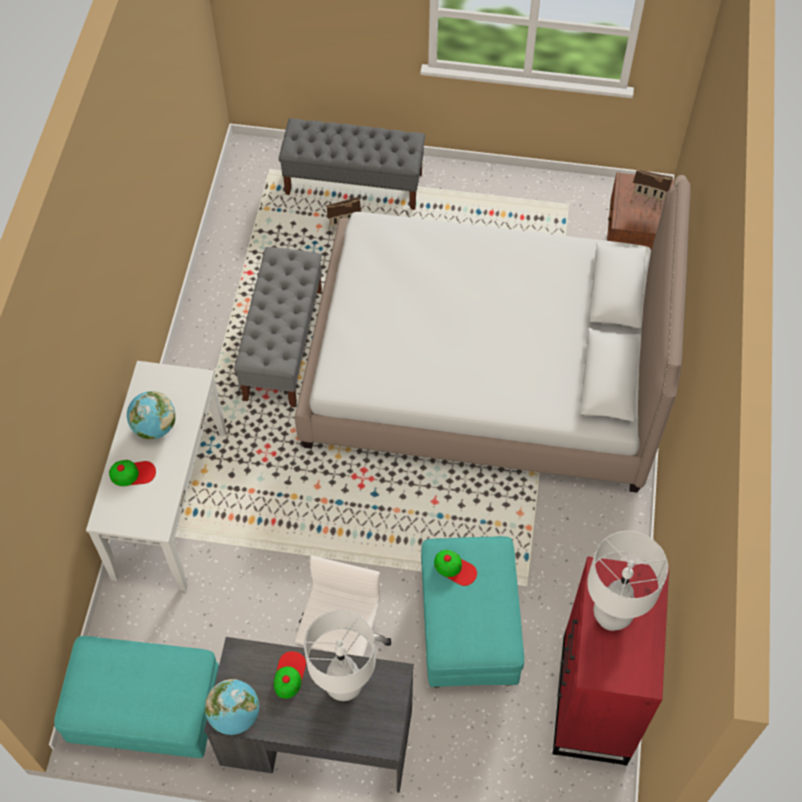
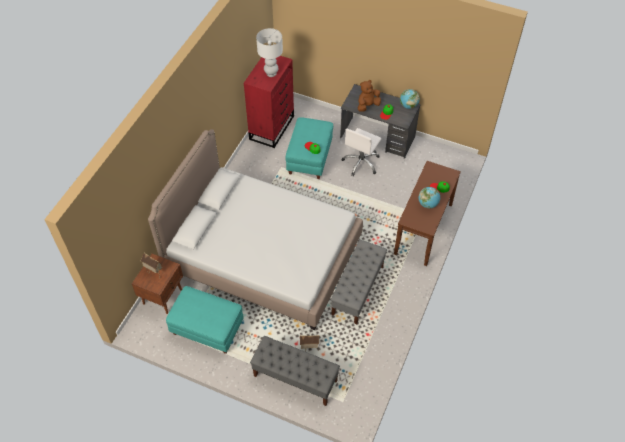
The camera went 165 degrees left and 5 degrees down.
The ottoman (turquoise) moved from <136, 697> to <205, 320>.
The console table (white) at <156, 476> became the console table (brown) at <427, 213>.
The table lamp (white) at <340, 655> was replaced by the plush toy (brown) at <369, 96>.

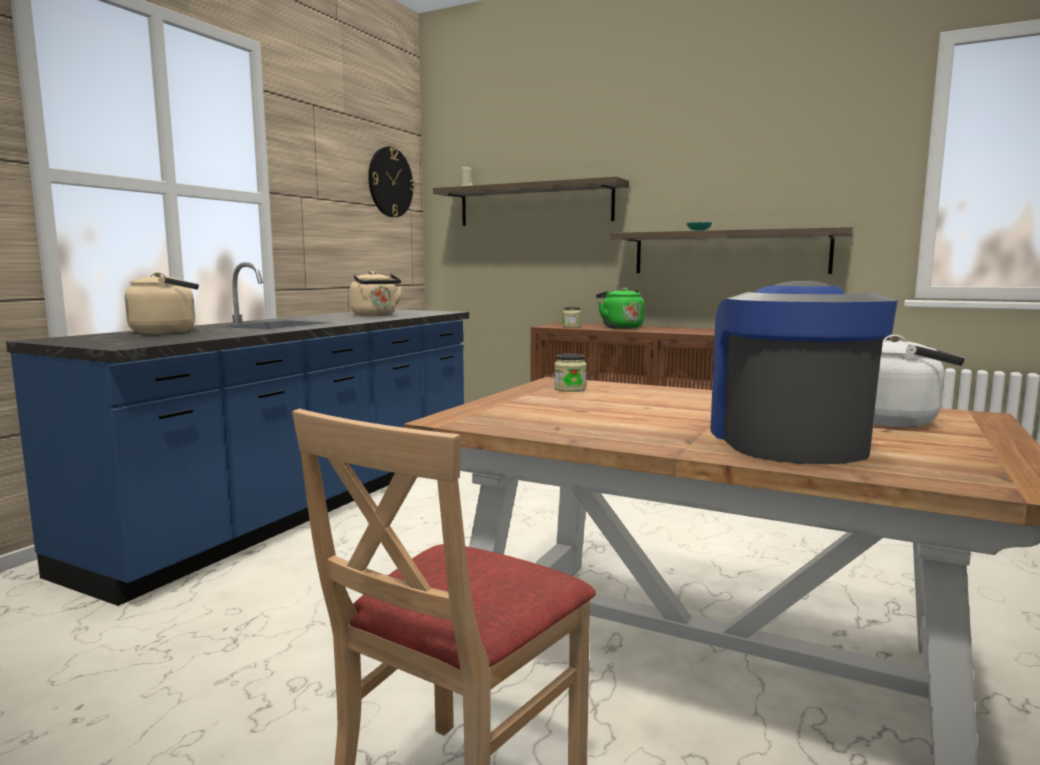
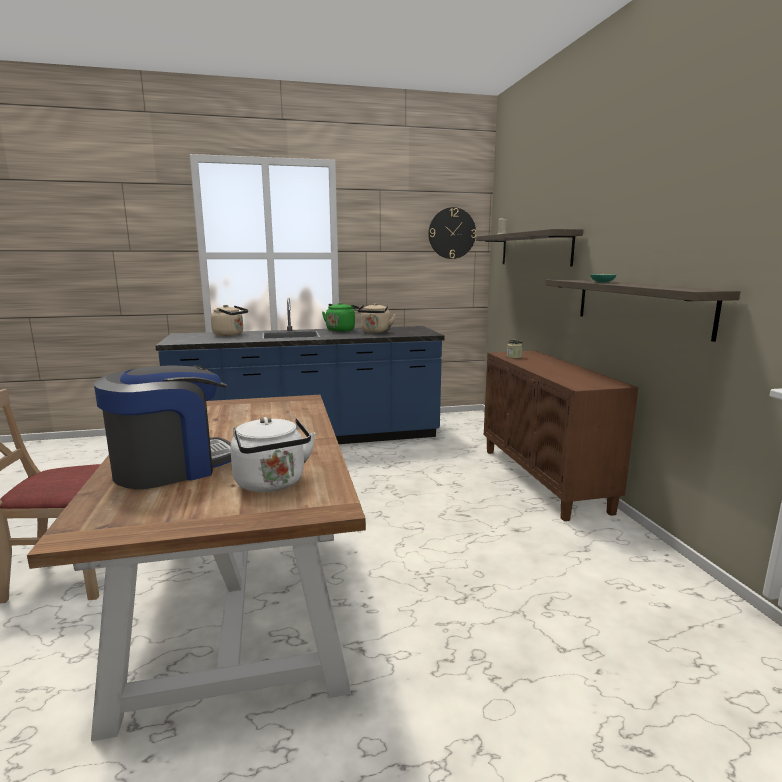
The camera went 50 degrees right and 5 degrees up.
The jar at <570, 373> disappeared.
The kettle (green) moved from <620, 308> to <340, 317>.

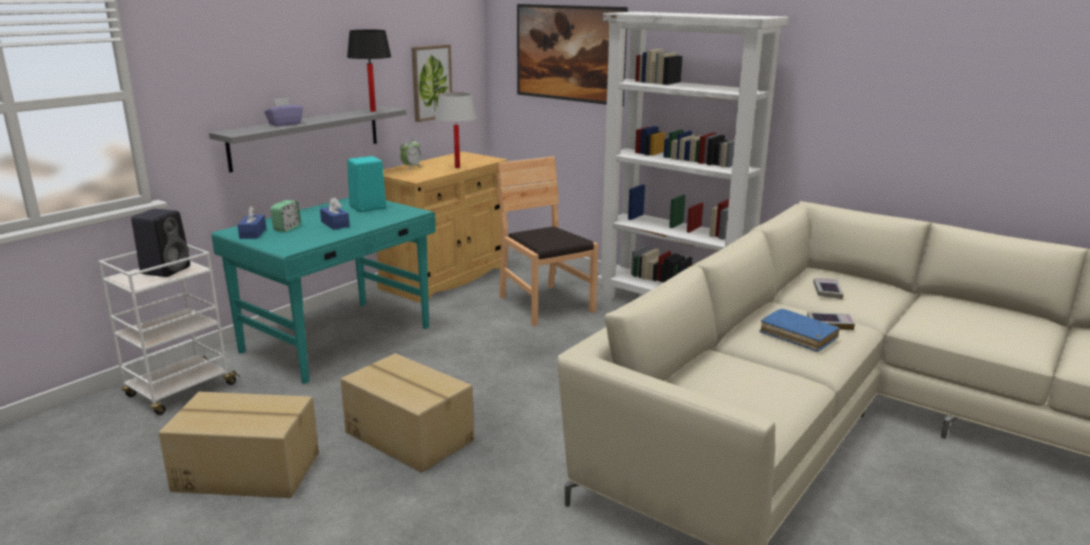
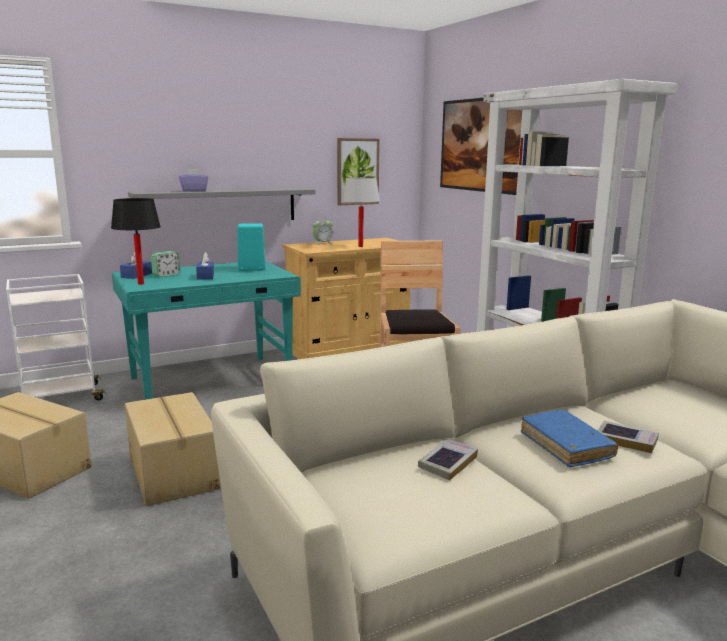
The camera went 25 degrees right and 5 degrees down.
The speaker (black) at <160, 243> disappeared.
The table lamp (black) moved from <369, 71> to <136, 241>.
The book moved from <828, 288> to <448, 460>.

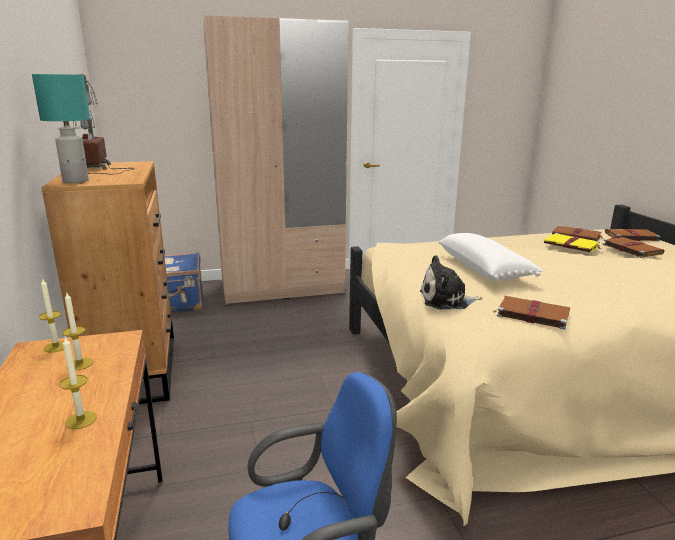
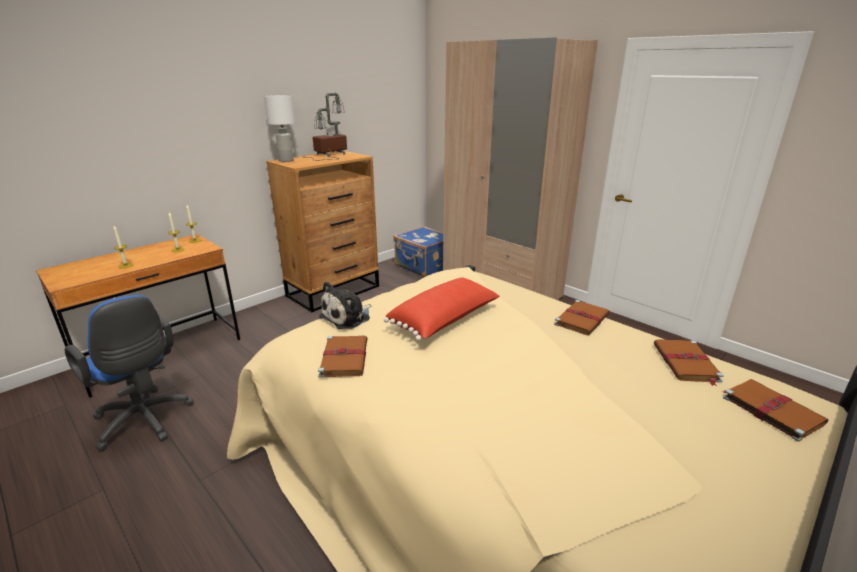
The camera went 60 degrees right and 5 degrees up.
The table lamp (turquoise) at <61, 128> became the table lamp (white) at <280, 128>.
The plush toy at <451, 282> turned 105 degrees counterclockwise.
The pillow (white) at <491, 257> became the pillow (red) at <442, 309>.
The book (yellow) at <573, 242> disappeared.
The book (brown) moved from <633, 247> to <582, 317>.

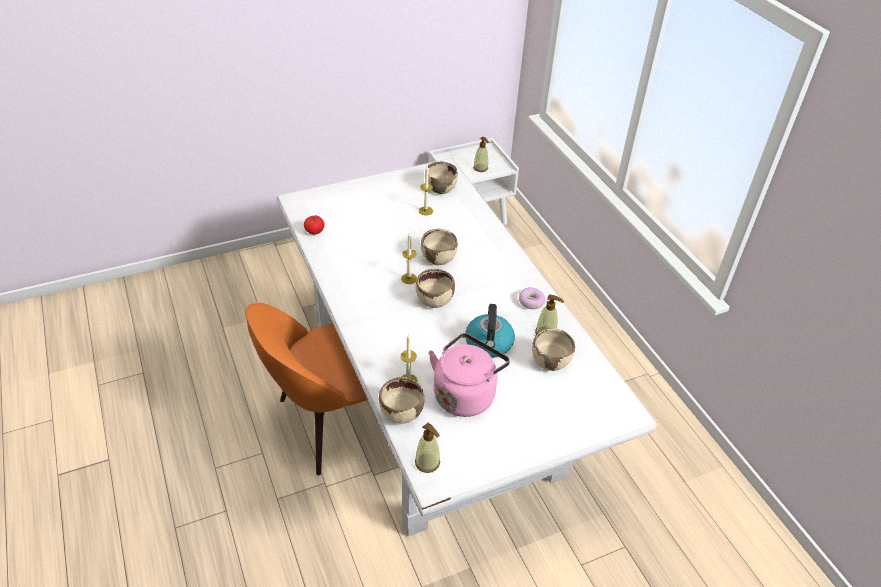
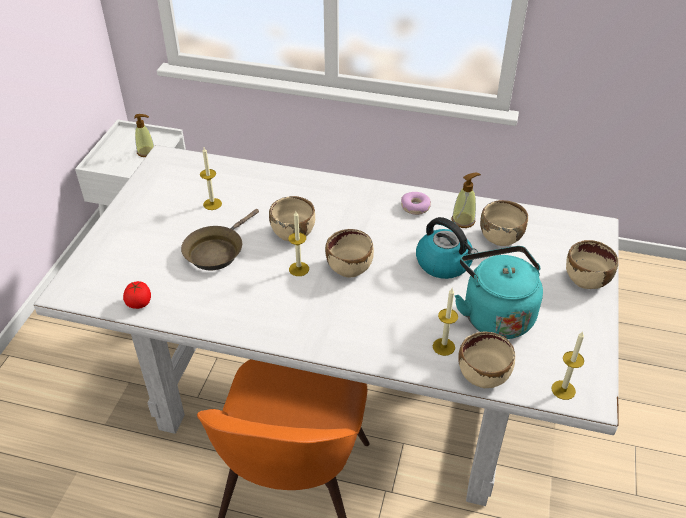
The camera went 50 degrees left and 0 degrees up.
The soap dispenser at <427, 448> was replaced by the candle at <567, 366>.
The bowl (beige) moved from <443, 178> to <592, 264>.
The kettle (pink) at <469, 375> became the kettle (turquoise) at <499, 292>.
The frying pan (brown) at <220, 239> appeared.

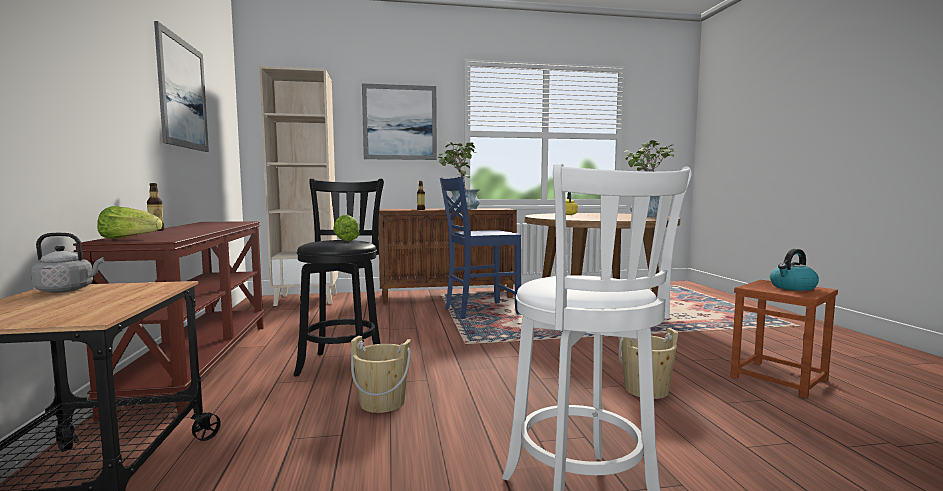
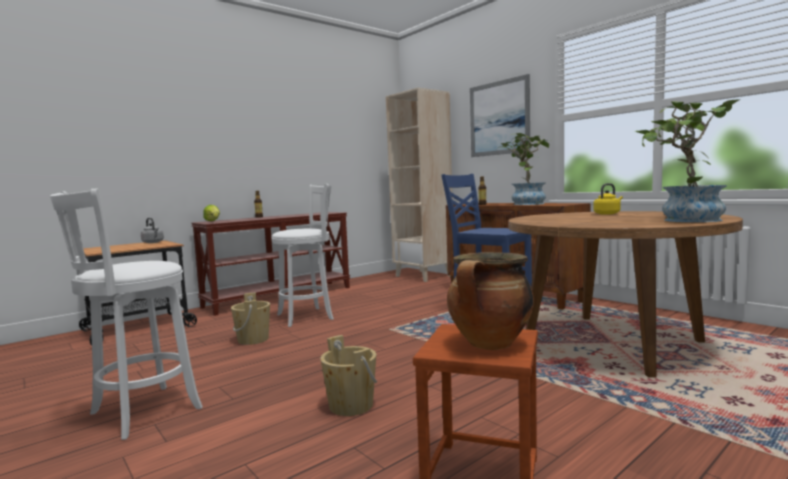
The camera went 60 degrees right and 0 degrees up.
The picture at <181, 86> disappeared.
The stool (black) at <339, 277> became the stool (white) at <303, 255>.
The lettuce at <346, 228> disappeared.
The kettle at <794, 270> was replaced by the cooking pot at <490, 301>.

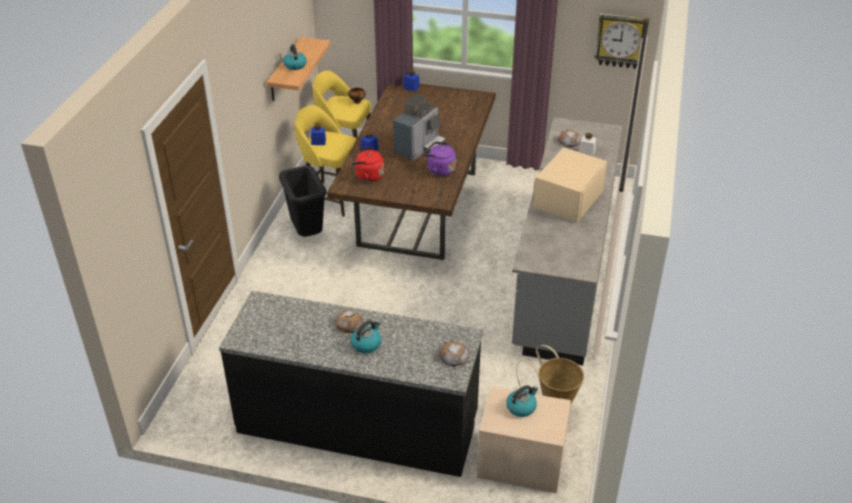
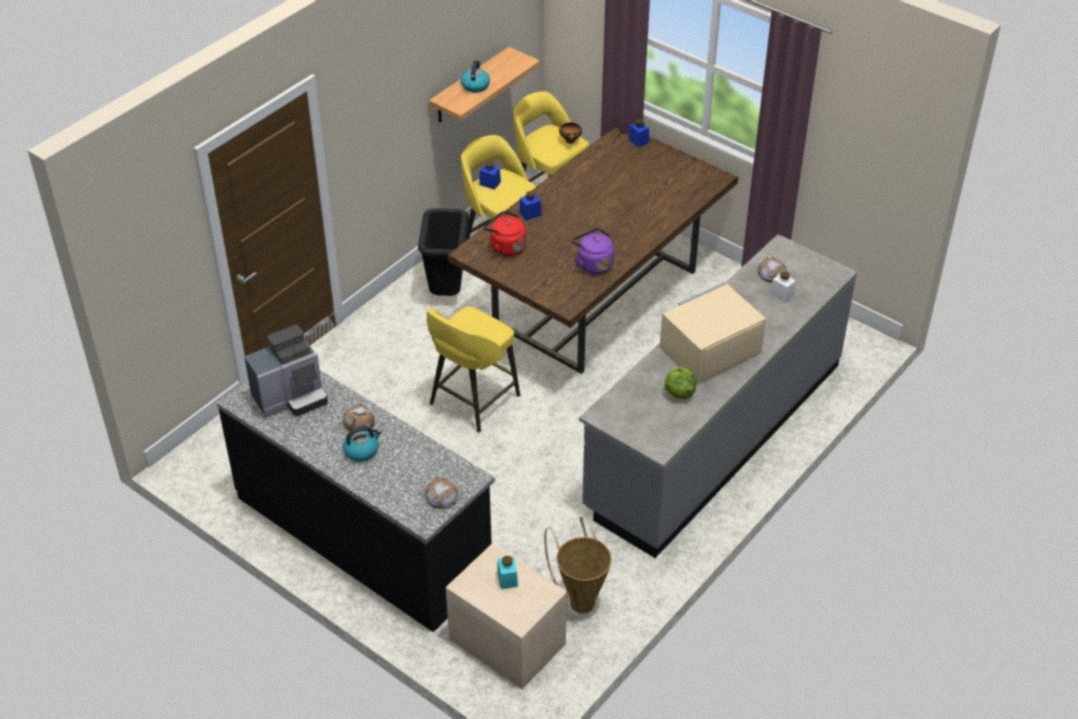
The camera went 25 degrees right and 5 degrees up.
The coffee machine moved from <419, 127> to <286, 371>.
The kettle at <522, 401> was replaced by the jar (turquoise) at <507, 572>.
The wall clock at <621, 41> disappeared.
The stool (yellow) at <473, 369> appeared.
The lettuce at <680, 383> appeared.

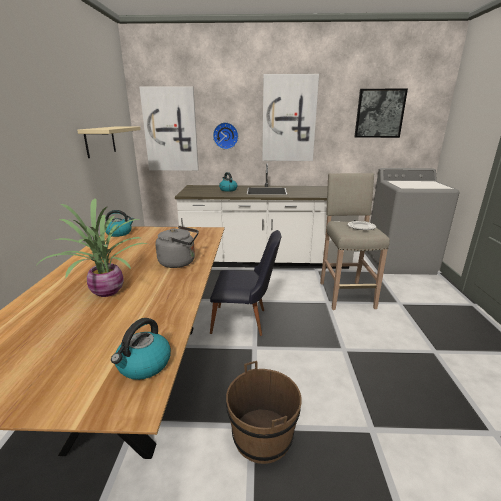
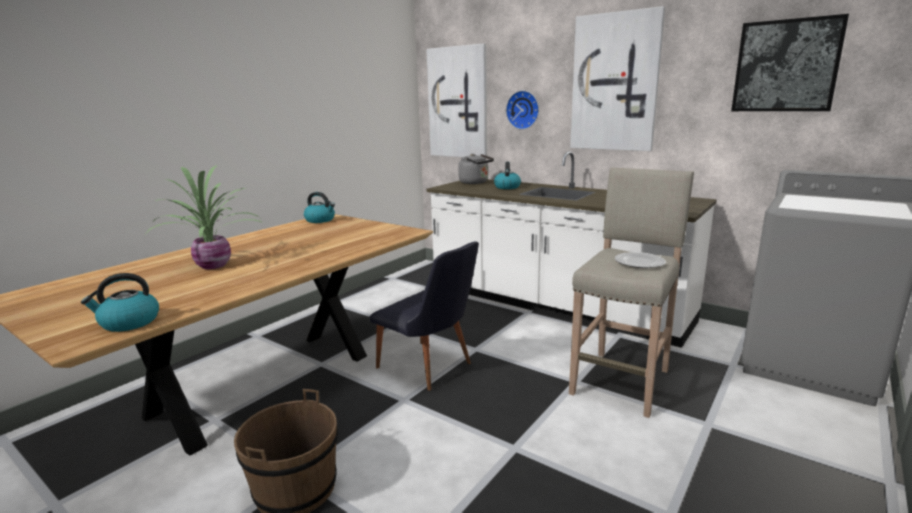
The camera went 35 degrees right and 5 degrees down.
The shelf (beige) at <109, 142> disappeared.
The kettle (grey) moved from <177, 247> to <476, 168>.

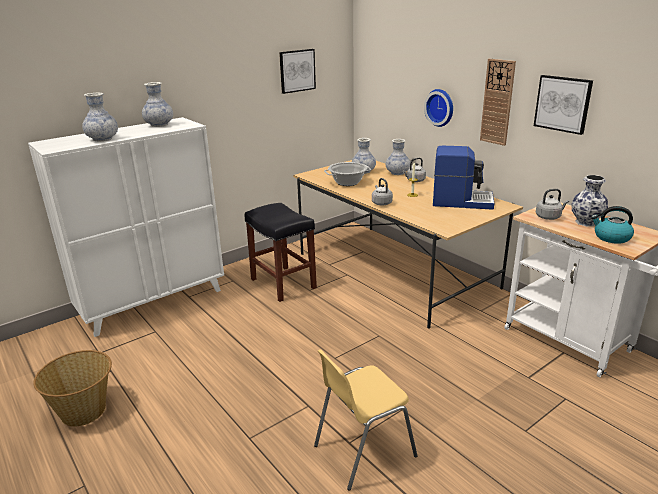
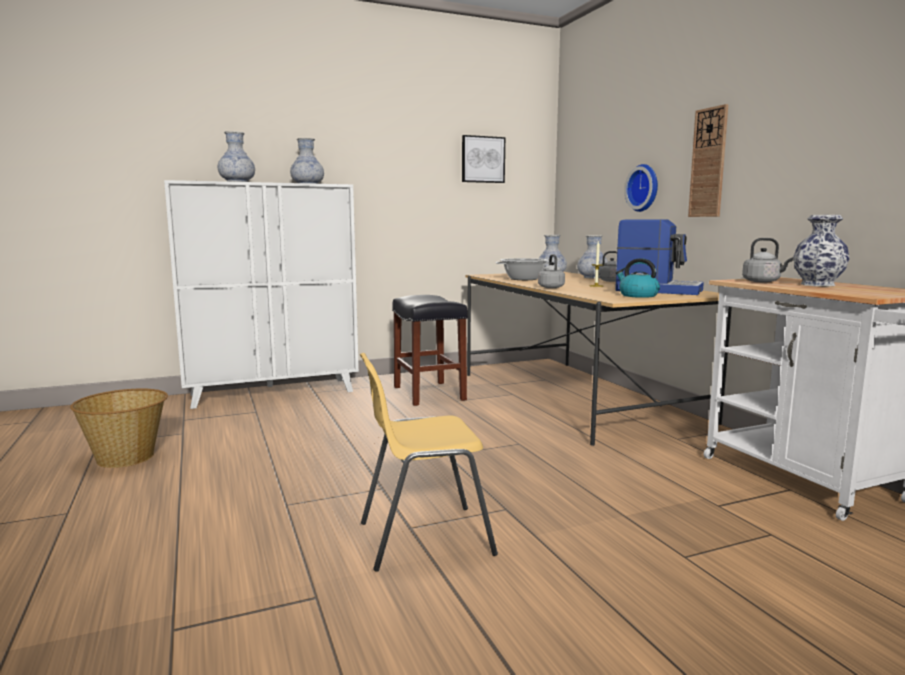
The camera went 15 degrees right and 15 degrees down.
The picture at <563, 105> disappeared.
The kettle moved from <612, 225> to <638, 278>.

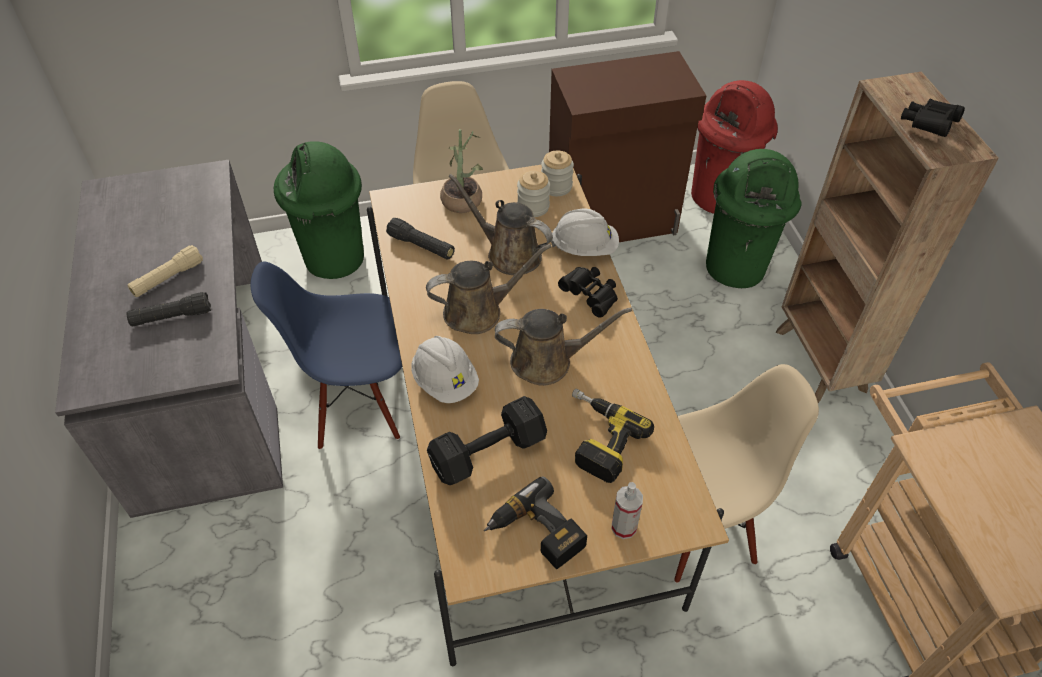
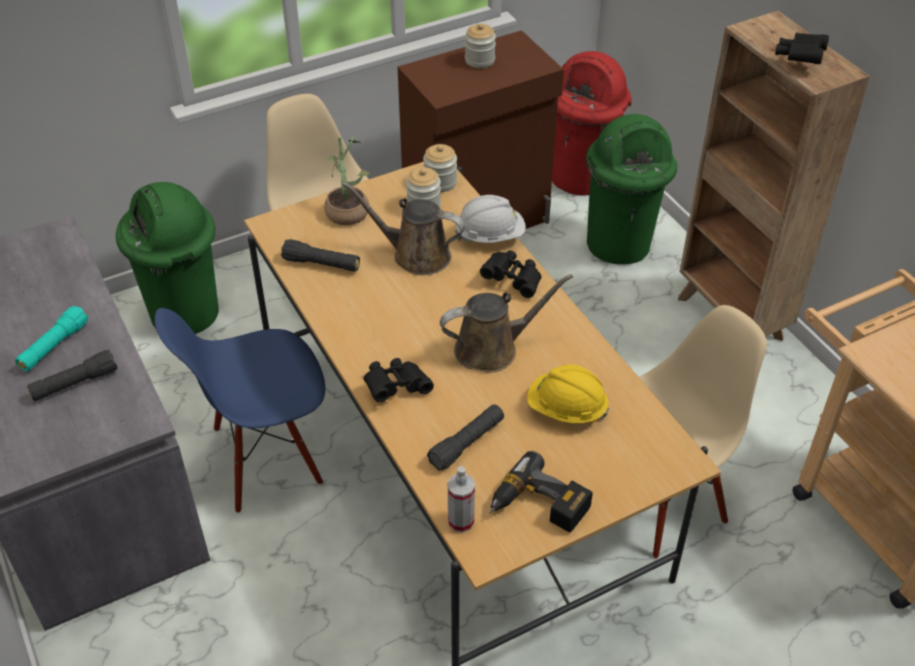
The camera went 15 degrees left and 5 degrees down.
The flashlight (beige) at <165, 271> became the flashlight (turquoise) at <51, 338>.
The hard hat (white) at <445, 369> was replaced by the binoculars (black) at <399, 380>.
The watering can (brown) at <489, 289> disappeared.
The dumbbell (black) at <487, 440> was replaced by the flashlight (black) at <465, 437>.
The power drill at <613, 436> was replaced by the hard hat (yellow) at <568, 393>.
The spray bottle moved from <627, 510> to <461, 499>.
The jar at <480, 45> appeared.

